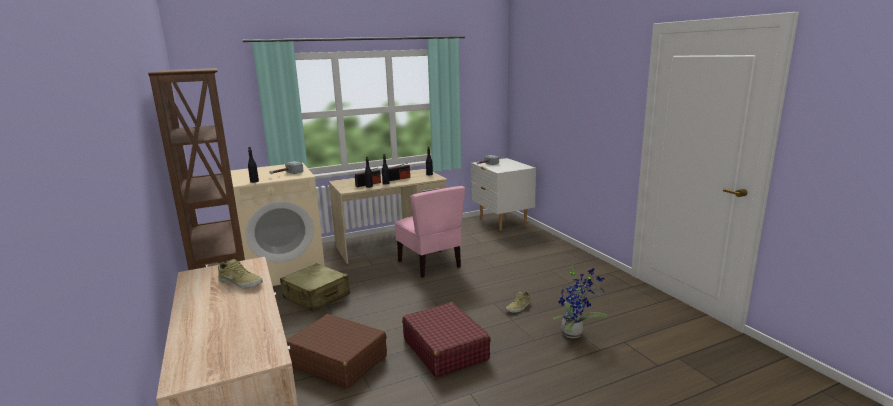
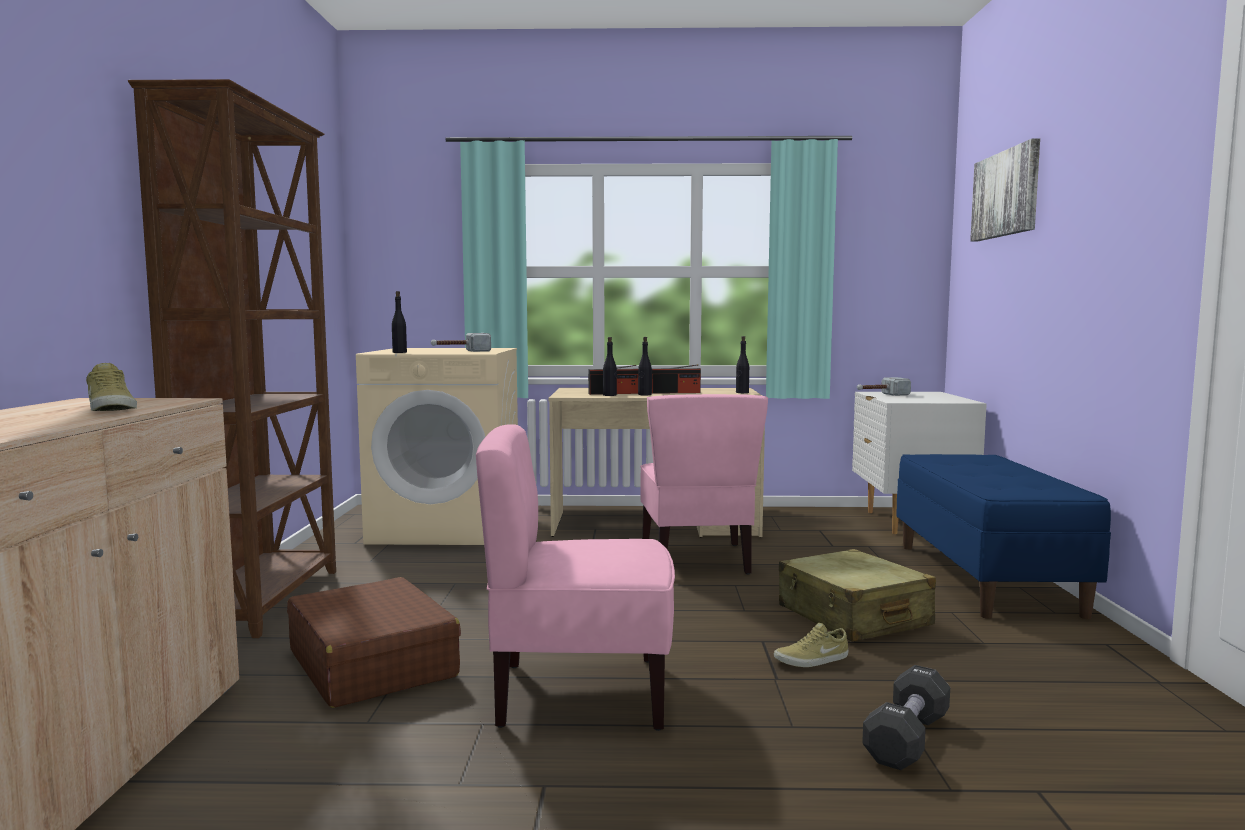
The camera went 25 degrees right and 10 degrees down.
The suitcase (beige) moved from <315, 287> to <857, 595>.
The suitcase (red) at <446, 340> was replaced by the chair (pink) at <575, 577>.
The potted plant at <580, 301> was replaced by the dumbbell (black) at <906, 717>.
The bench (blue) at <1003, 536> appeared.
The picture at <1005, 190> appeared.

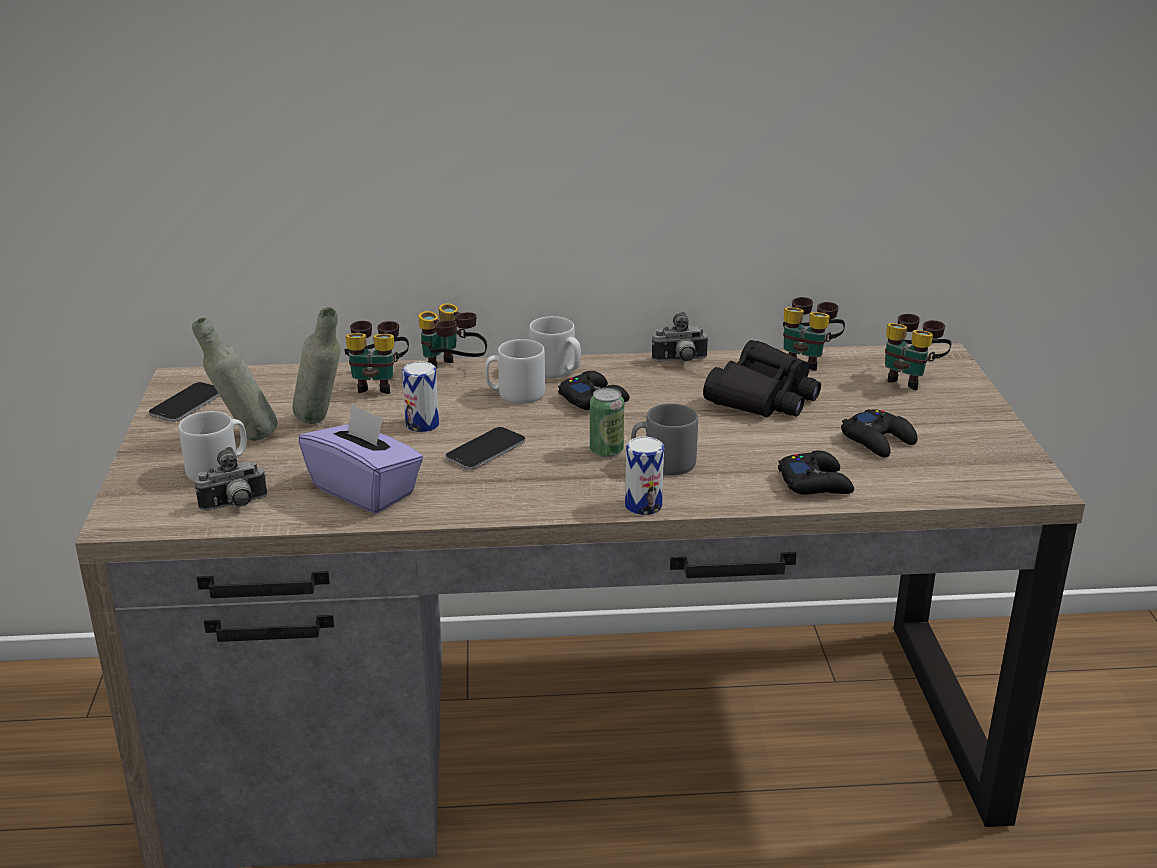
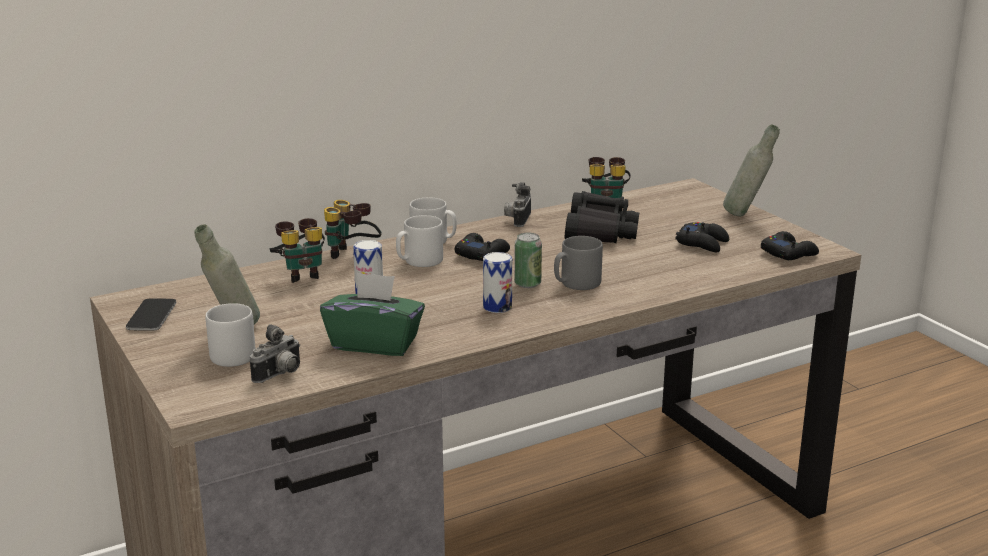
The camera went 25 degrees left and 5 degrees down.
The bottle (grey) moved from <316, 365> to <751, 170>.
The tissue box (purple) at <361, 459> became the tissue box (green) at <372, 314>.
The phone at <485, 448> disappeared.
The can moved from <644, 475> to <497, 282>.
The photo camera at <680, 337> turned 135 degrees clockwise.
The game controller (black) moved from <816, 473> to <790, 245>.
The binoculars at <918, 352> disappeared.

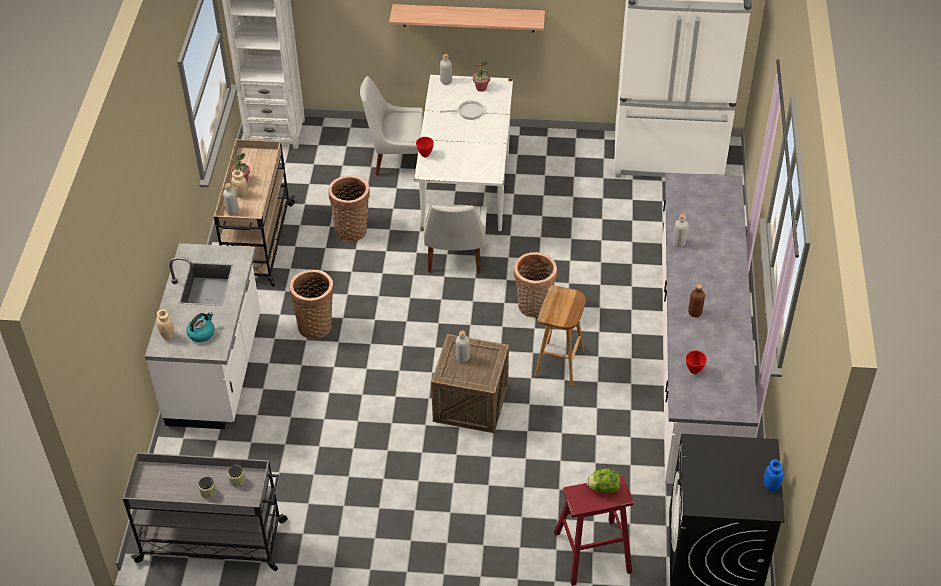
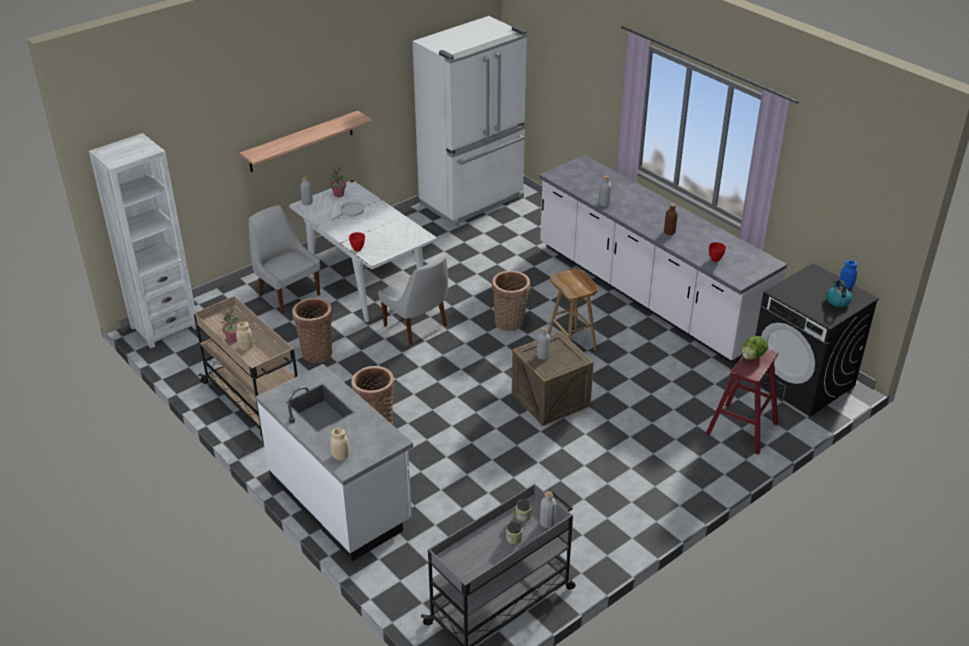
The camera went 45 degrees left and 10 degrees down.
The kettle moved from <200, 327> to <839, 293>.
The bottle (grey) moved from <231, 199> to <548, 509>.
The chair (white) at <391, 126> turned 90 degrees clockwise.

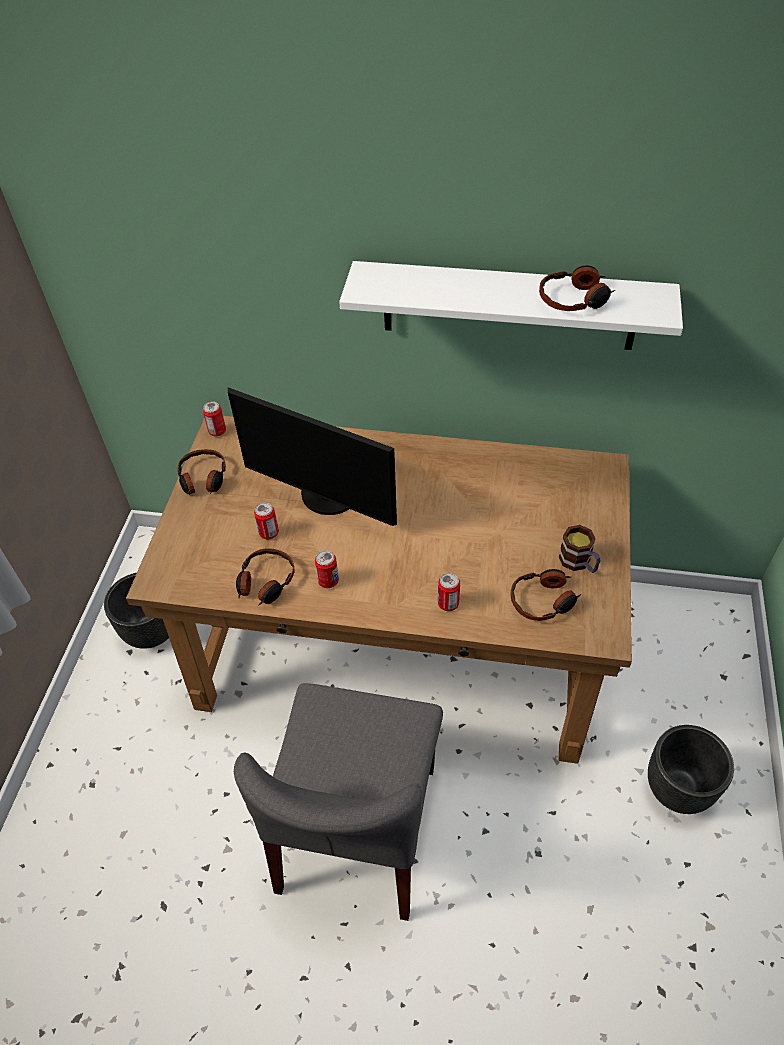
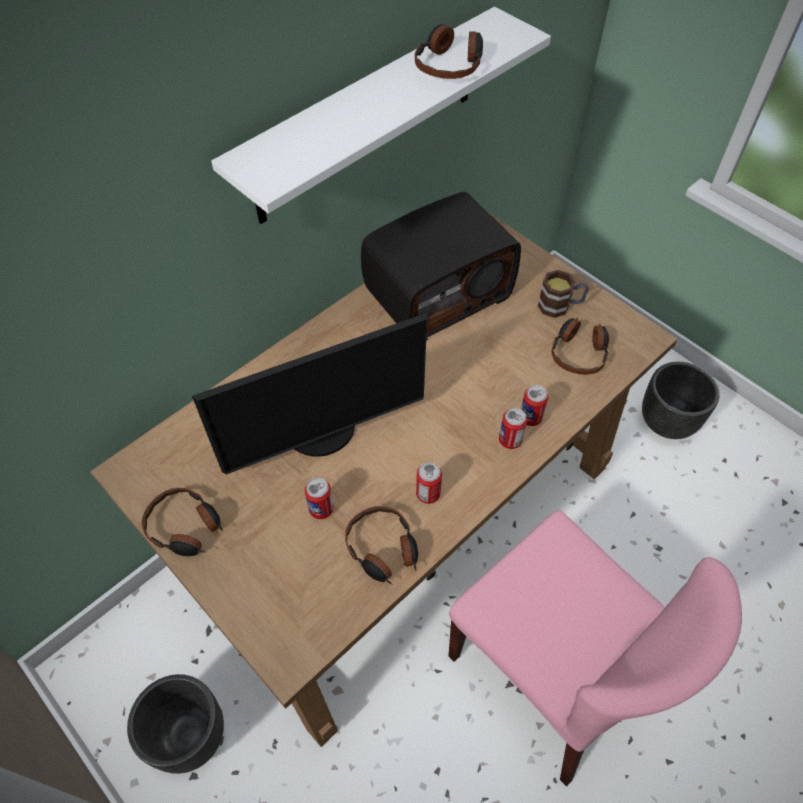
The camera went 55 degrees left and 5 degrees up.
The can moved from <214, 418> to <513, 428>.
The chair (grey) at <338, 802> became the chair (pink) at <595, 648>.
The radio at <441, 266> appeared.

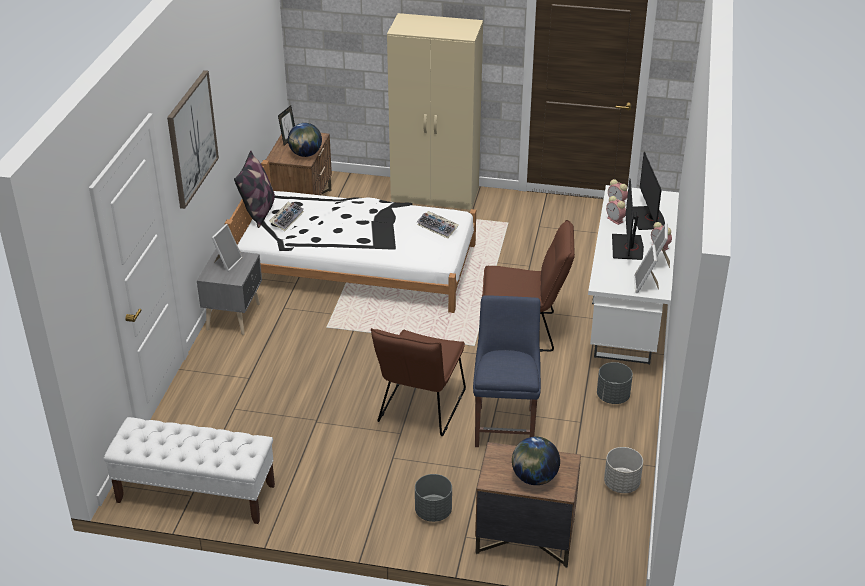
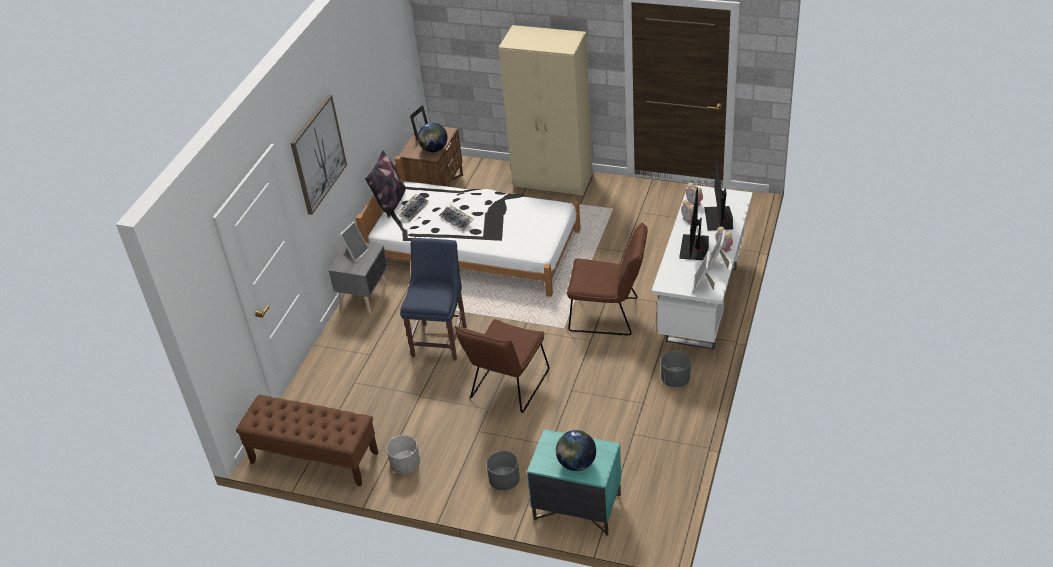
The camera went 10 degrees right and 5 degrees up.
The bench (white) at <189, 470> became the bench (brown) at <307, 441>.
The keyboard moved from <438, 225> to <457, 218>.
The chair (blue) moved from <507, 371> to <433, 299>.
The nightstand (brown) at <528, 505> became the nightstand (turquoise) at <574, 482>.
The planter (grey) moved from <623, 470> to <403, 454>.

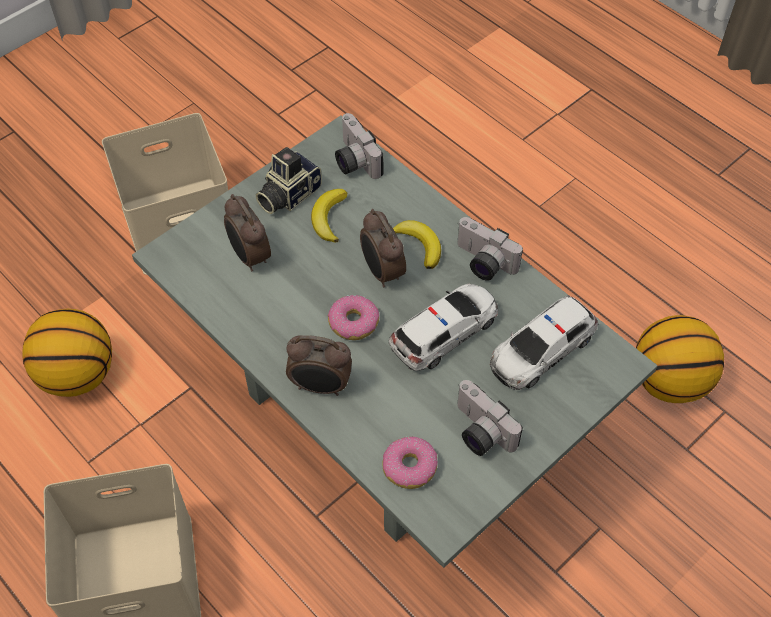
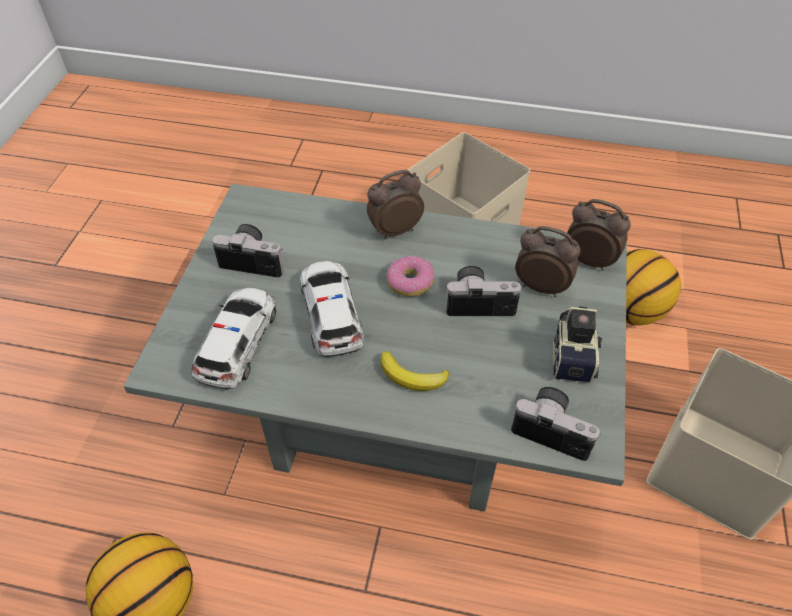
The camera went 145 degrees right and 5 degrees down.
The banana at <329, 216> disappeared.
The alarm clock moved from <383, 248> to <598, 235>.
The donut at <410, 463> disappeared.
The toy car at <443, 327> turned 150 degrees clockwise.
The photo camera moved from <490, 249> to <483, 291>.

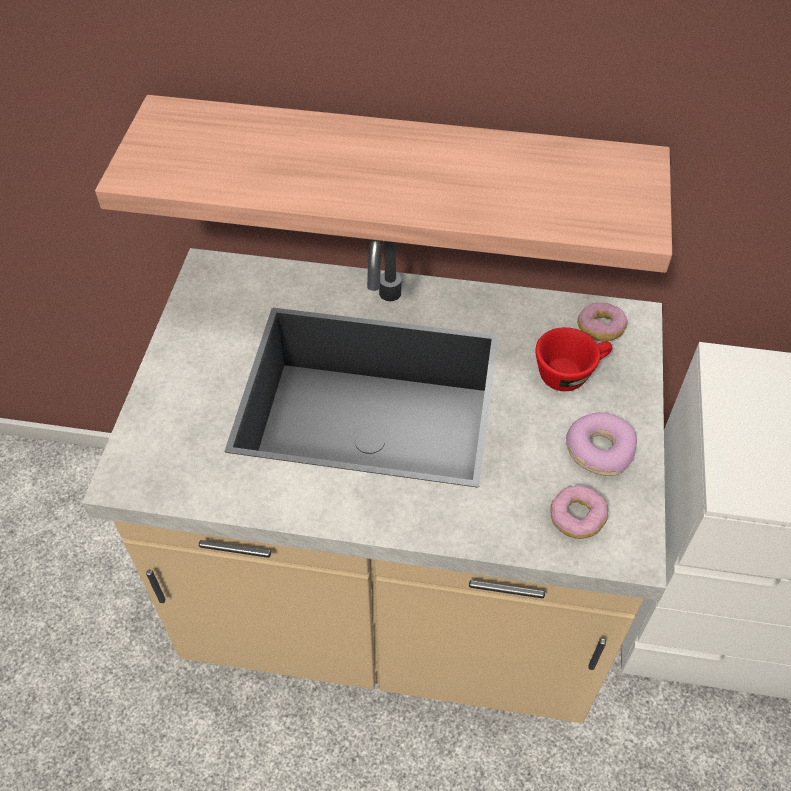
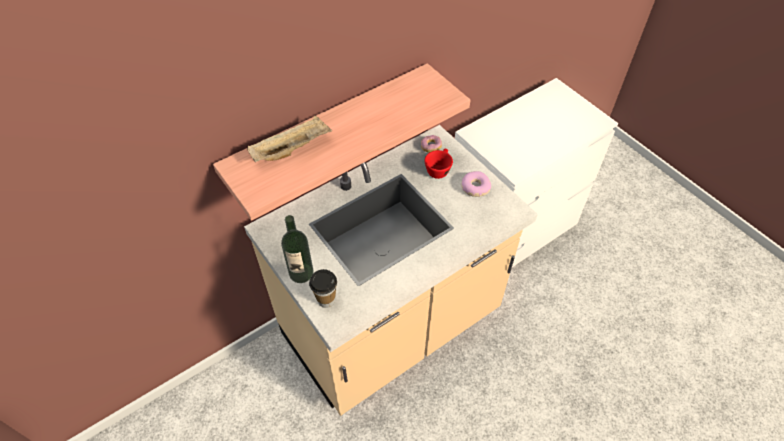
The camera went 45 degrees left and 0 degrees up.
The donut at <579, 512> disappeared.
The tray (beige) at <289, 139> appeared.
The bottle at <297, 249> appeared.
The cup at <323, 288> appeared.

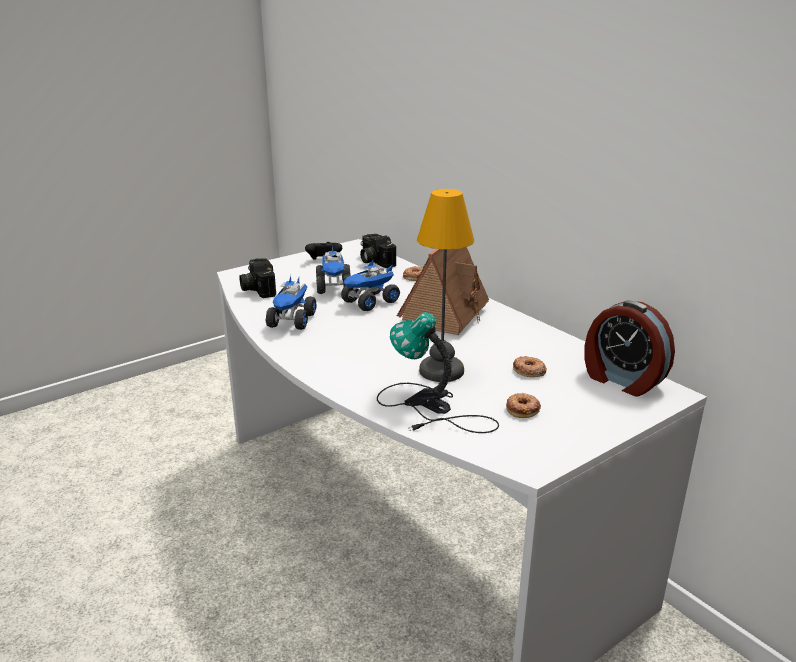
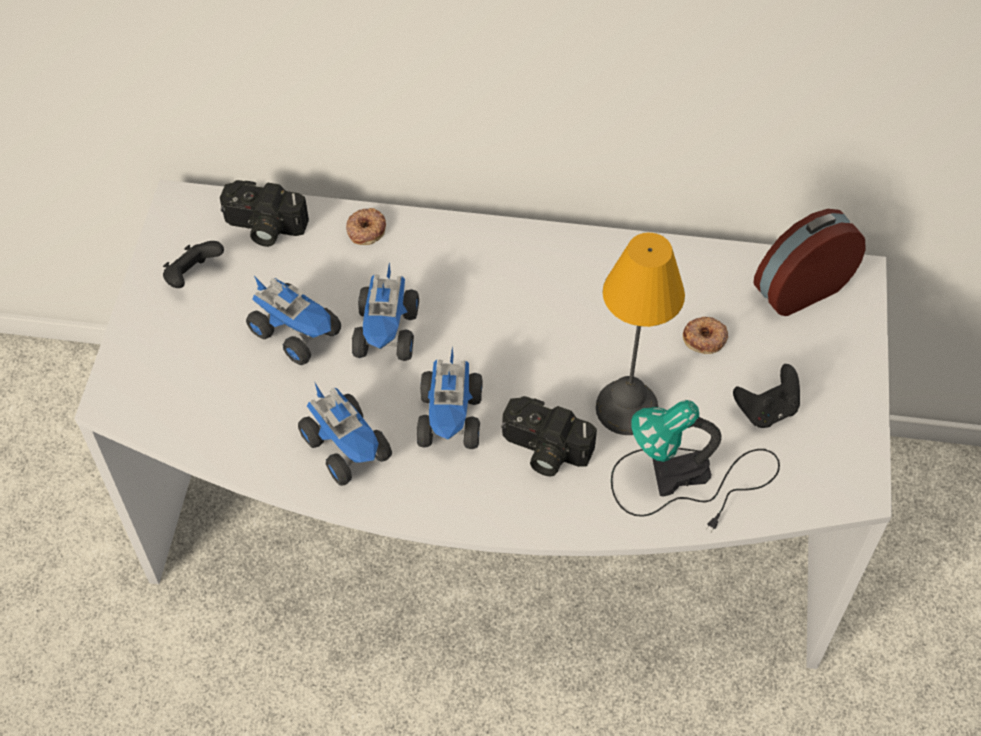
The camera went 45 degrees left and 30 degrees up.
The photo camera moved from <257, 278> to <549, 436>.
The toy house at <443, 291> disappeared.
The donut at <523, 405> was replaced by the game controller (black) at <766, 396>.
The alarm clock at <629, 348> turned 150 degrees clockwise.
The toy truck at <450, 398> appeared.

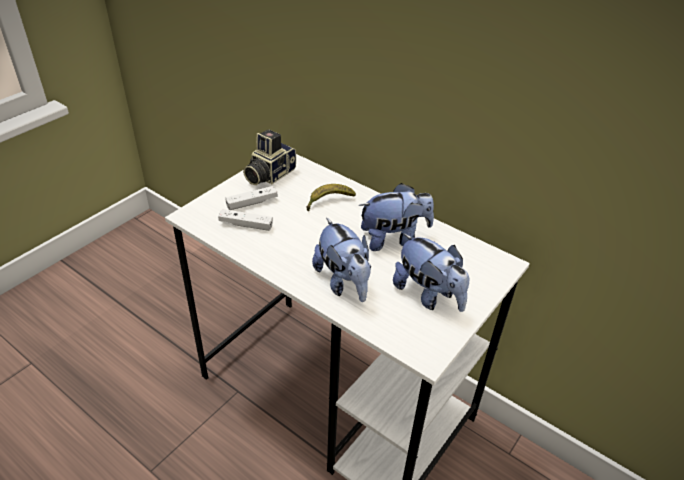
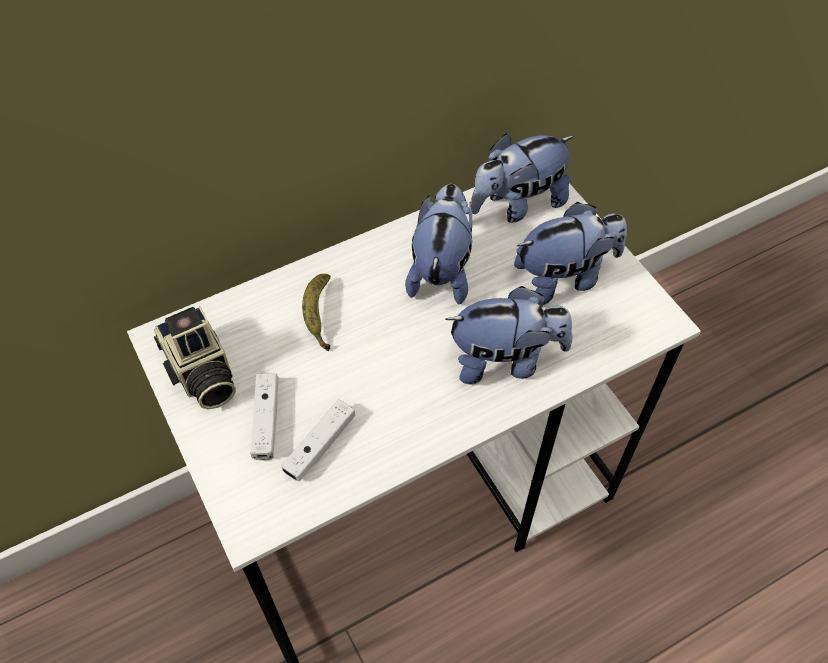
The camera went 65 degrees left and 15 degrees up.
The plush toy at <523, 178> appeared.

